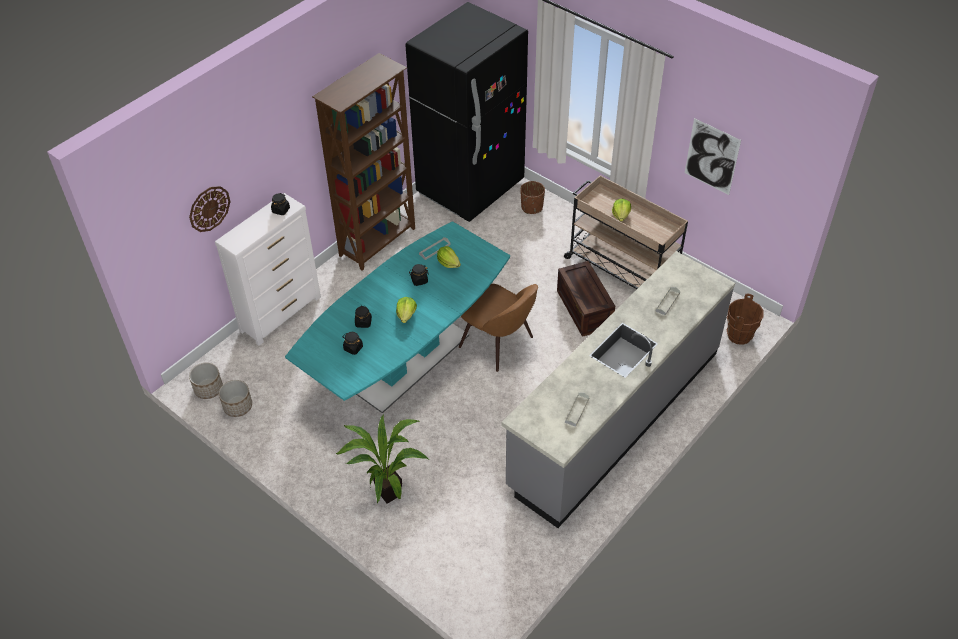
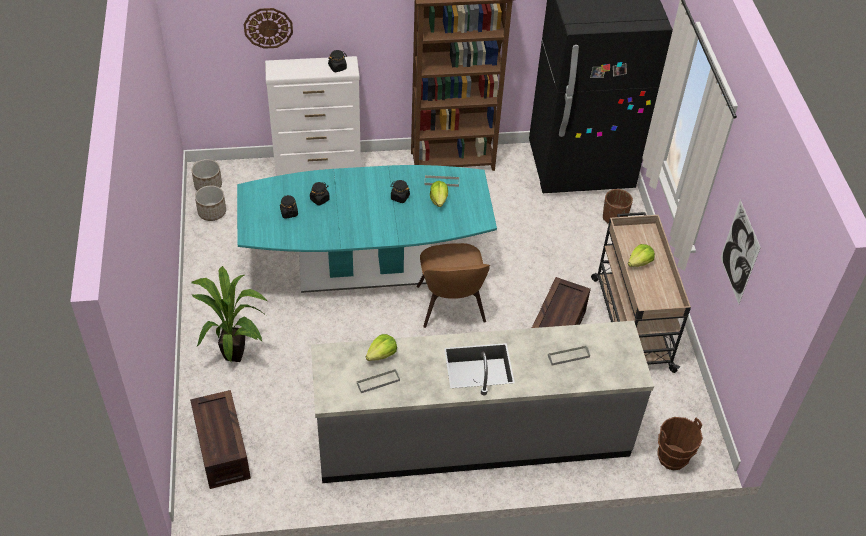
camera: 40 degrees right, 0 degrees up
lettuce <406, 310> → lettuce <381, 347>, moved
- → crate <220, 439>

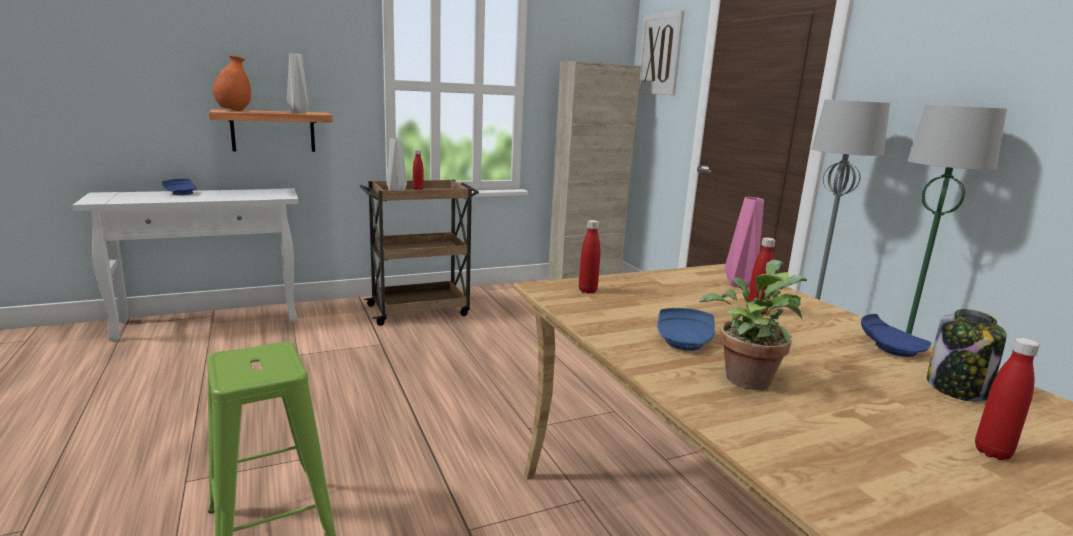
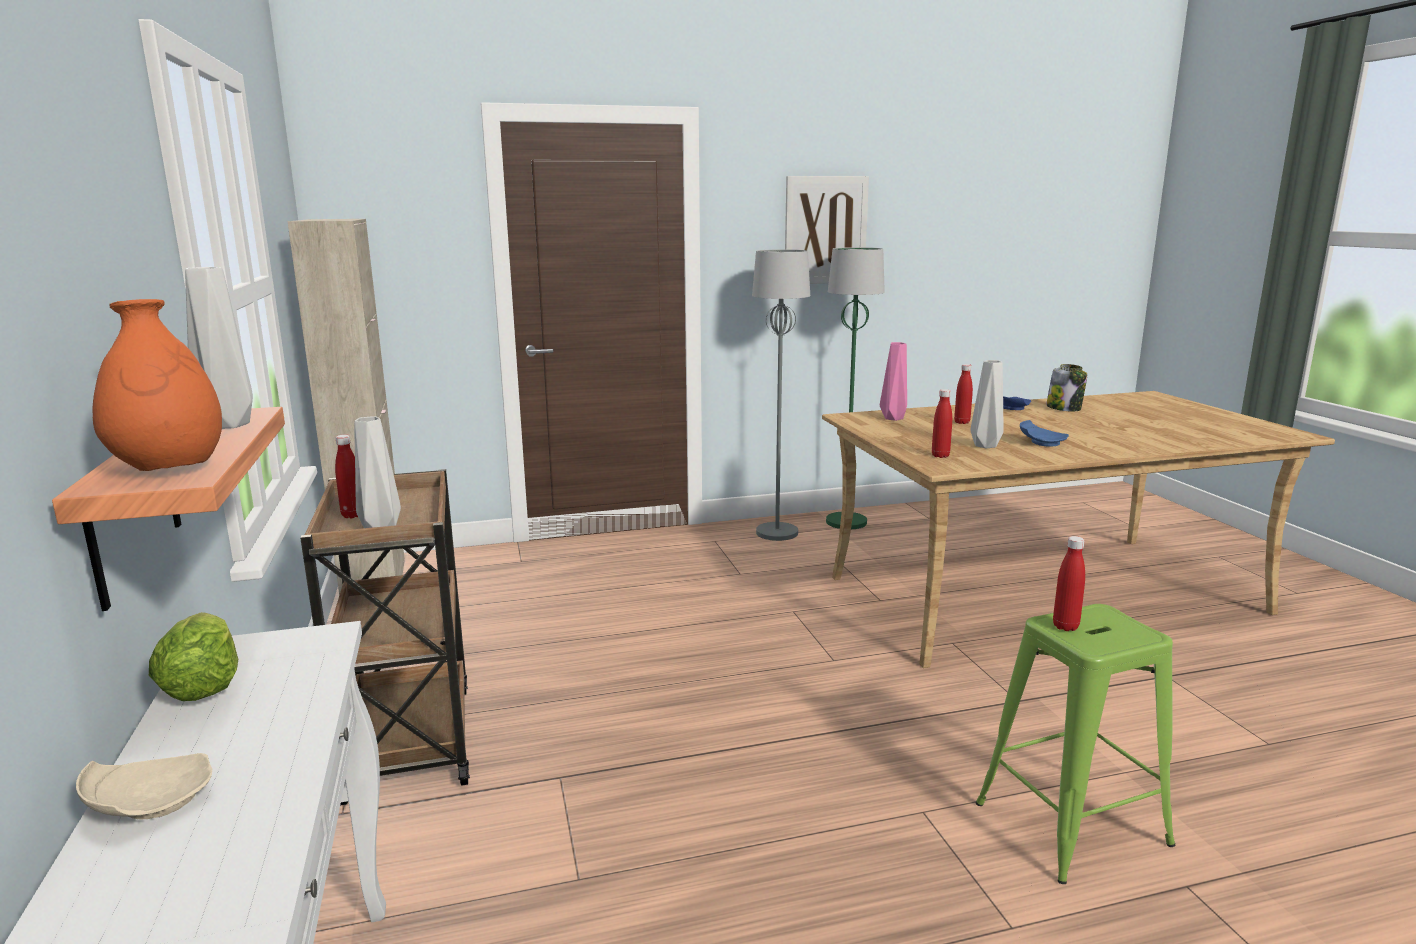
camera: 80 degrees left, 0 degrees up
blue plate <179, 187> → beige plate <144, 786>
picture <661, 52> → picture <827, 230>, moved
potted plant <753, 325> → -
red bottle <1007, 399> → red bottle <1069, 583>, moved
- → lettuce <193, 656>
- → grey vase <987, 404>

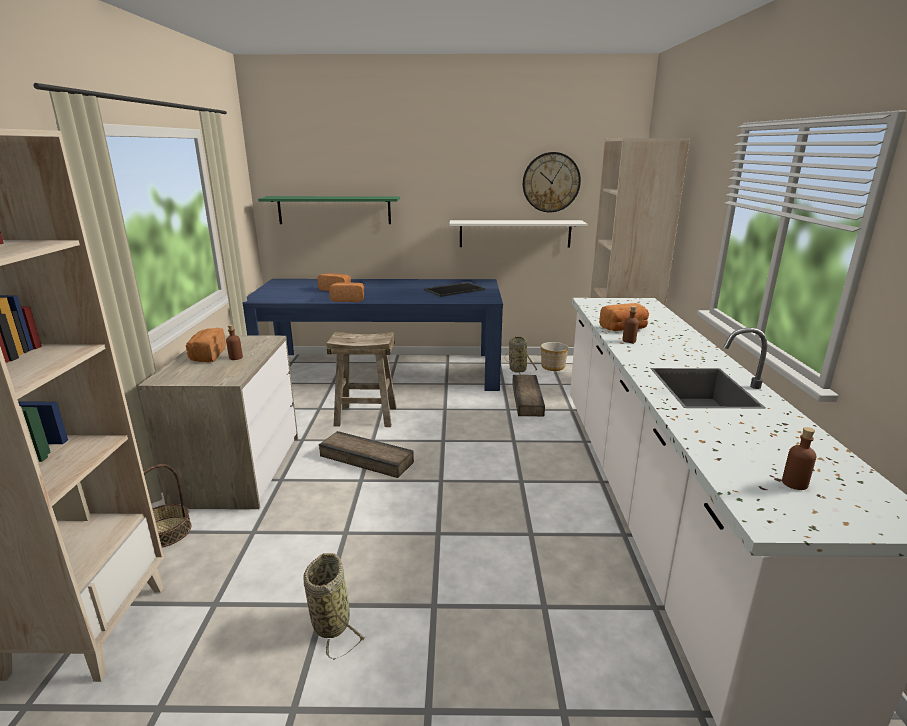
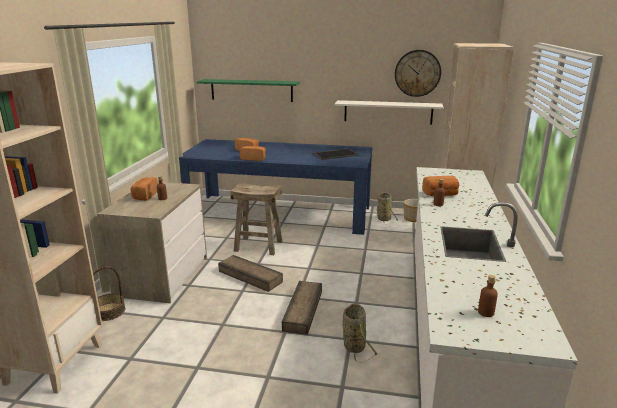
camera: 10 degrees right, 0 degrees up
basket <334, 606> → basket <360, 333>, moved
crate <528, 395> → crate <302, 308>, moved

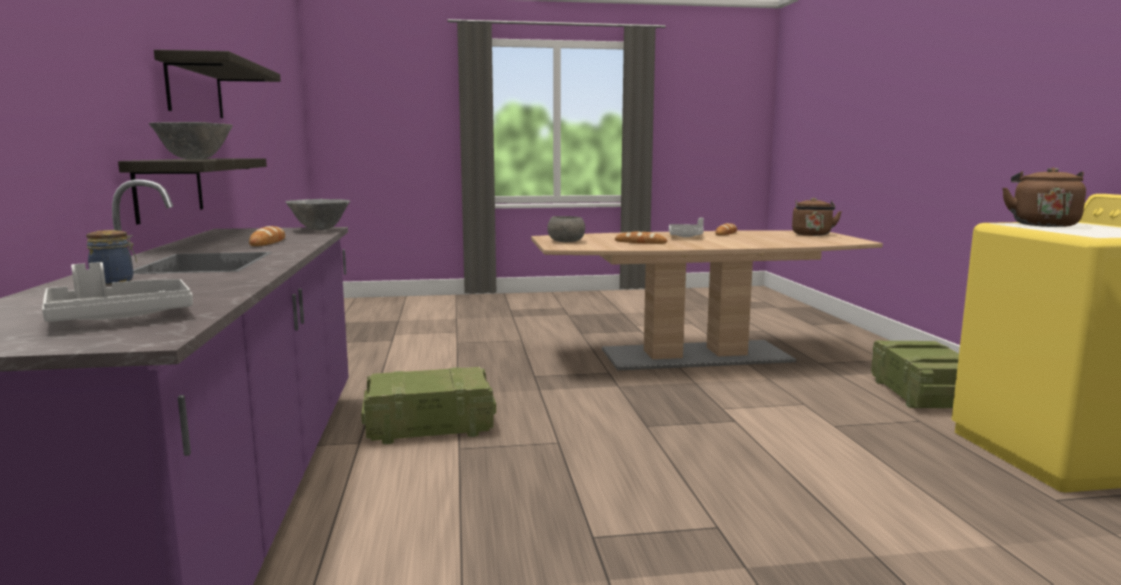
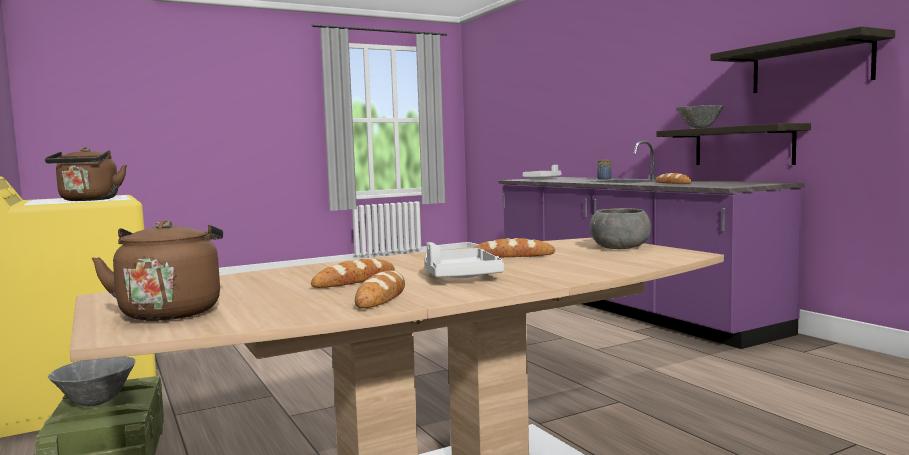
camera: 160 degrees right, 5 degrees down
grey bowl <318, 214> → grey bowl <92, 381>, moved
crate <428, 405> → -
- → bread <353, 273>

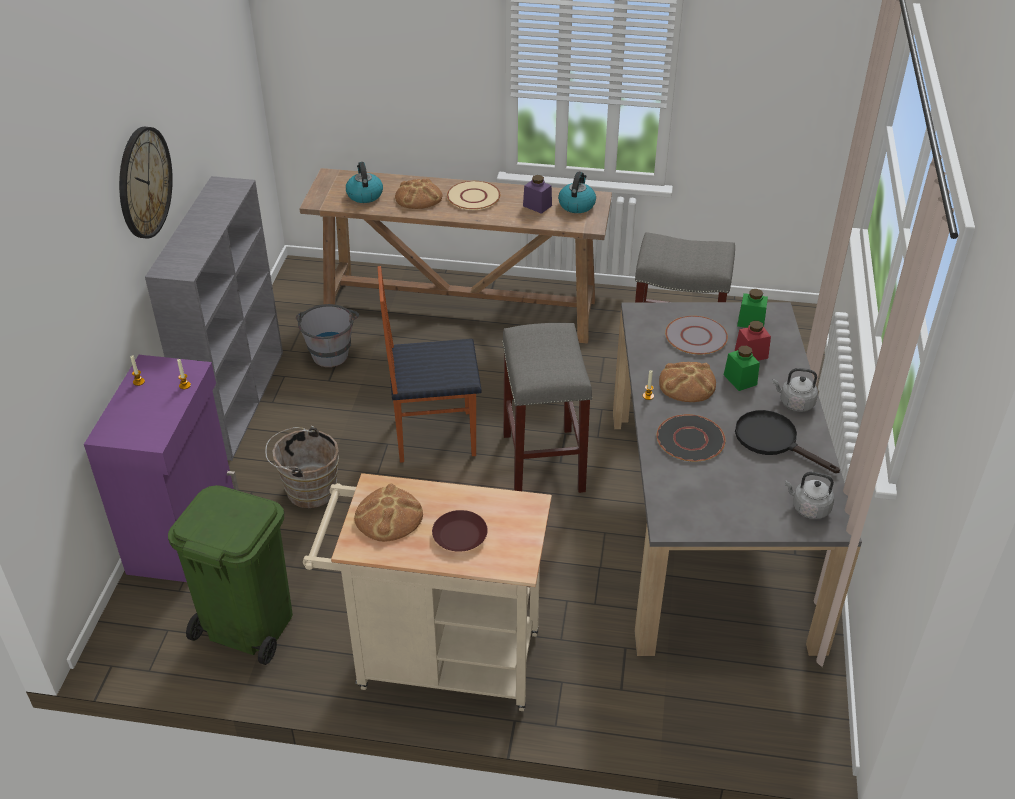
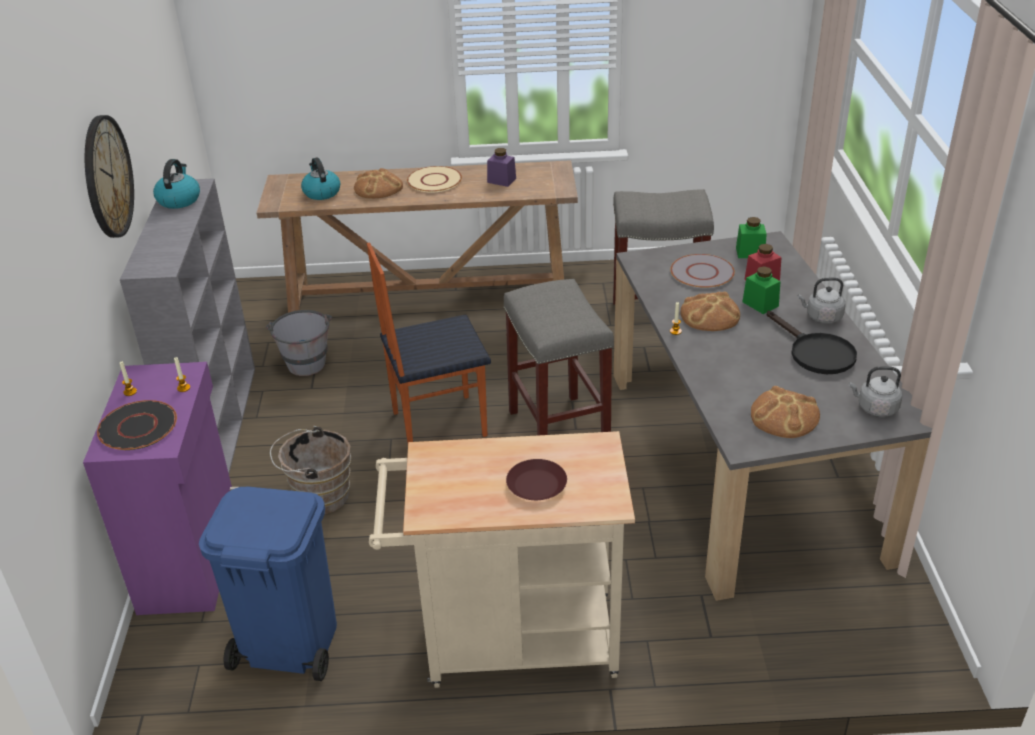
camera: 10 degrees left, 5 degrees down
green trash can <230, 575> → blue trash can <268, 584>
bread <388, 512> → bread <785, 412>, moved
kettle <577, 192> → kettle <176, 184>, moved
black plate <691, 438> → black plate <137, 425>, moved
black frying pan <787, 441> → black frying pan <812, 342>, 150 degrees counterclockwise

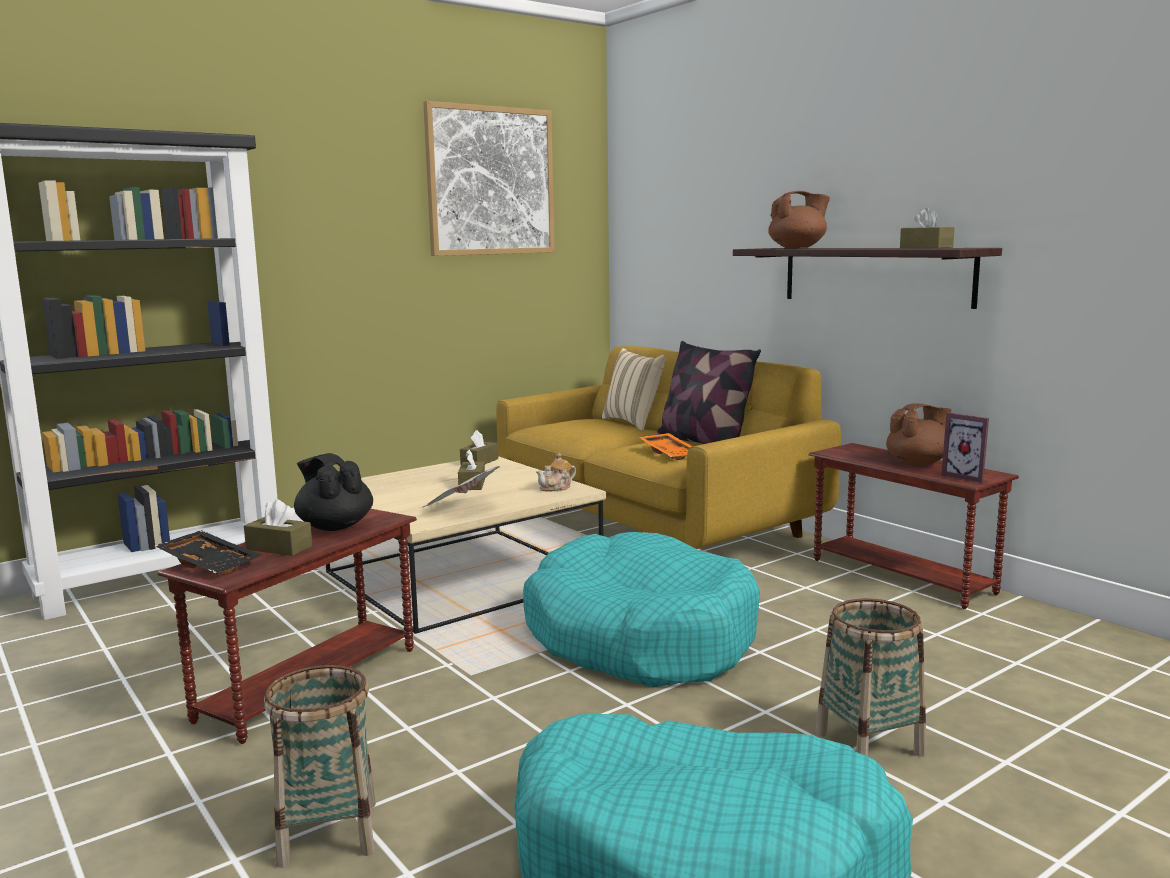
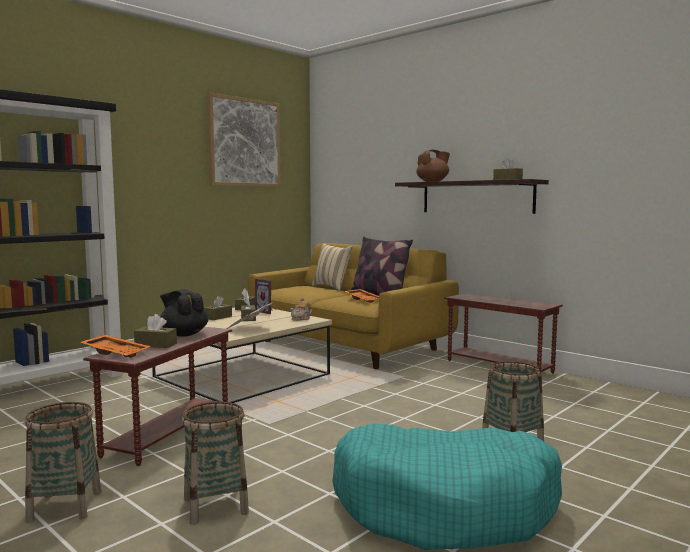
camera: 10 degrees left, 5 degrees down
black tray <208, 552> → orange tray <115, 346>
turquoise dog bed <641, 609> → -
brown teapot <919, 435> → -
picture frame <965, 448> → picture frame <264, 296>, moved
- → basket <63, 462>
- → brown tissue box <218, 308>

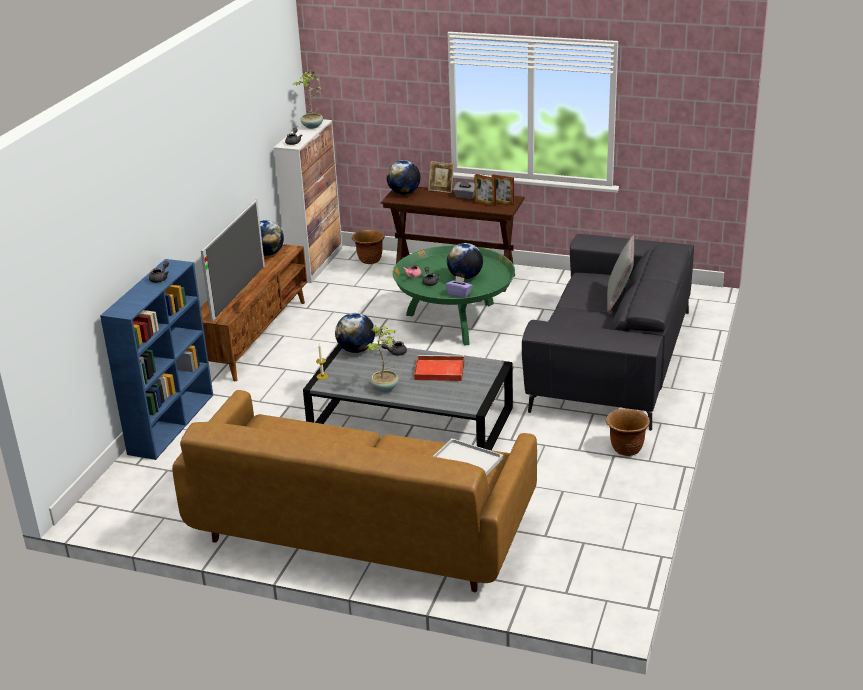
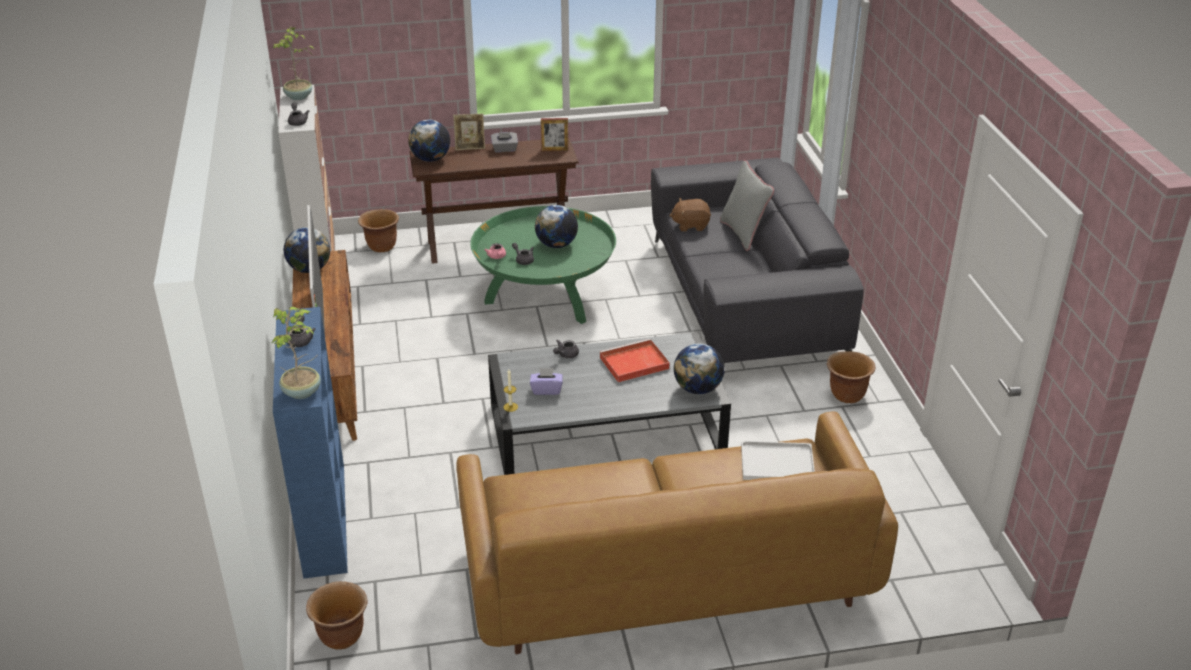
camera: 30 degrees left, 5 degrees up
globe <355, 333> → globe <699, 368>, moved
potted plant <382, 358> → potted plant <296, 353>, moved
purple tissue box <459, 287> → purple tissue box <546, 381>, moved
picture frame <485, 190> → -
- → brown planter <336, 615>
- → brown plush toy <690, 214>

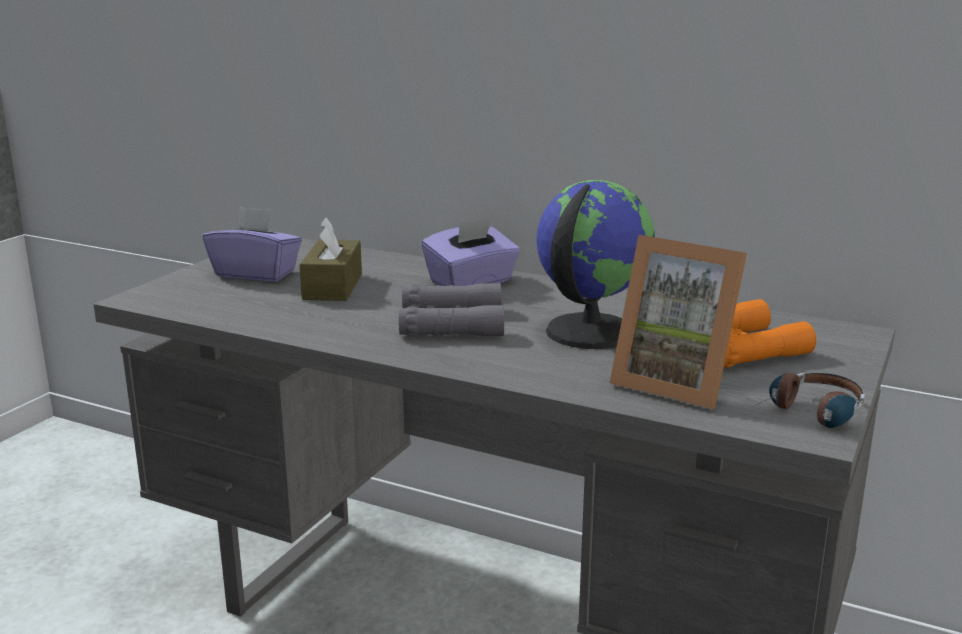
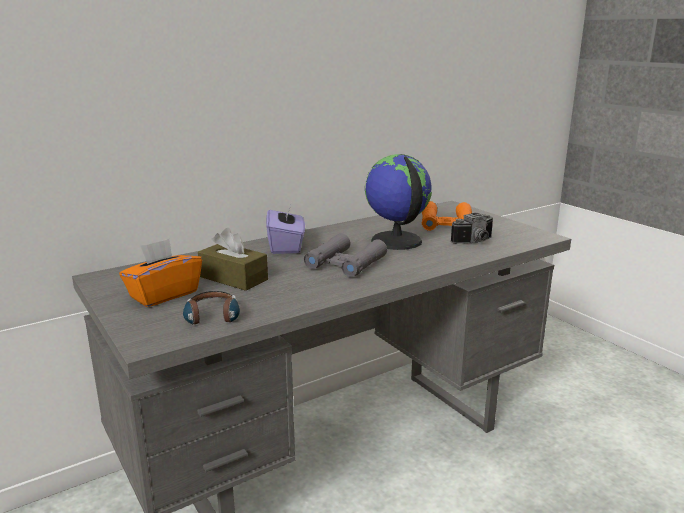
camera: 60 degrees left, 0 degrees up
purple tissue box <252, 244> → orange tissue box <160, 273>
picture frame <678, 322> → photo camera <472, 228>
headphones <808, 400> → headphones <211, 307>, moved

